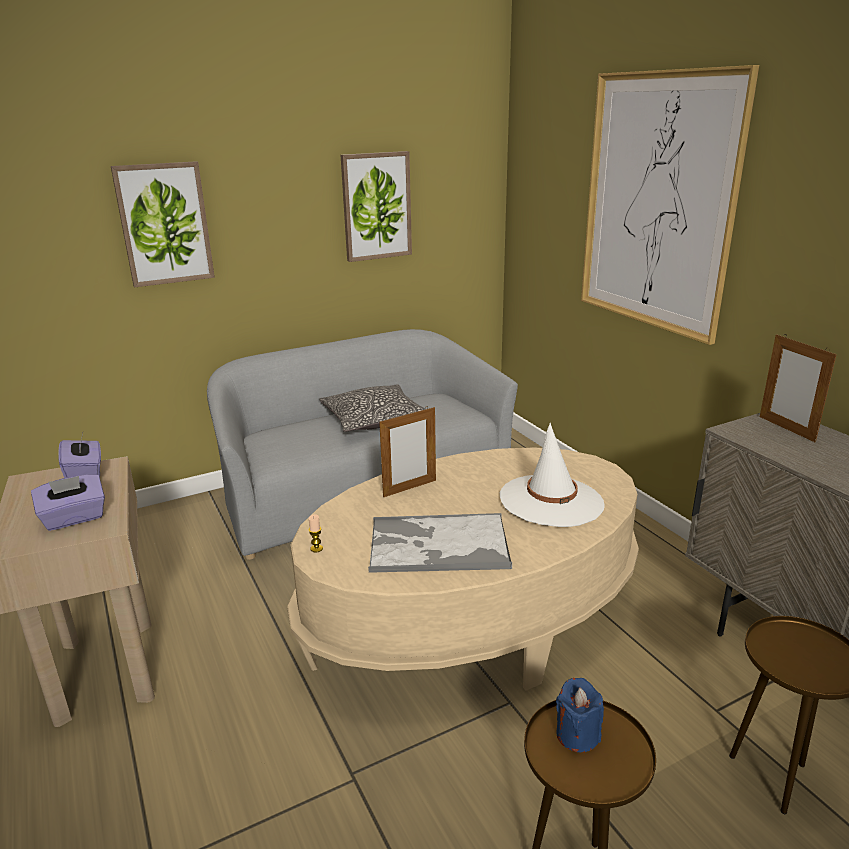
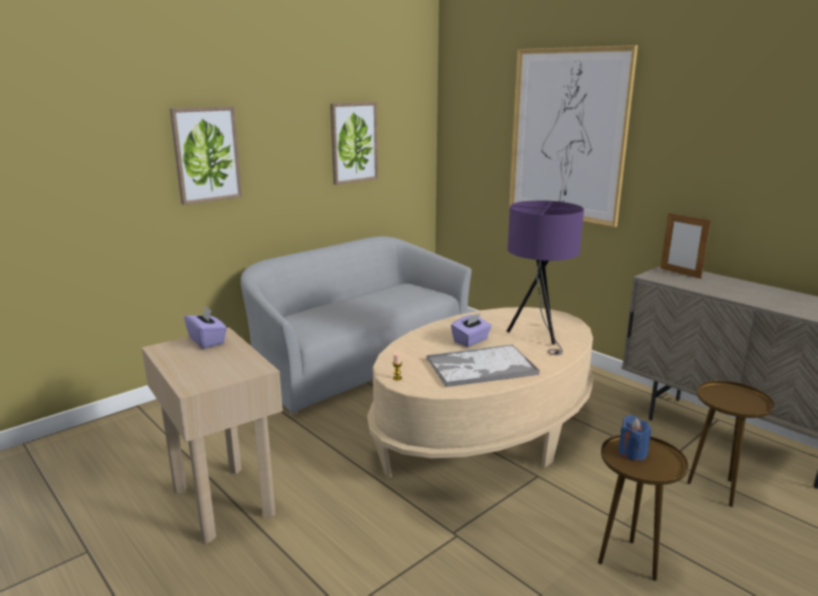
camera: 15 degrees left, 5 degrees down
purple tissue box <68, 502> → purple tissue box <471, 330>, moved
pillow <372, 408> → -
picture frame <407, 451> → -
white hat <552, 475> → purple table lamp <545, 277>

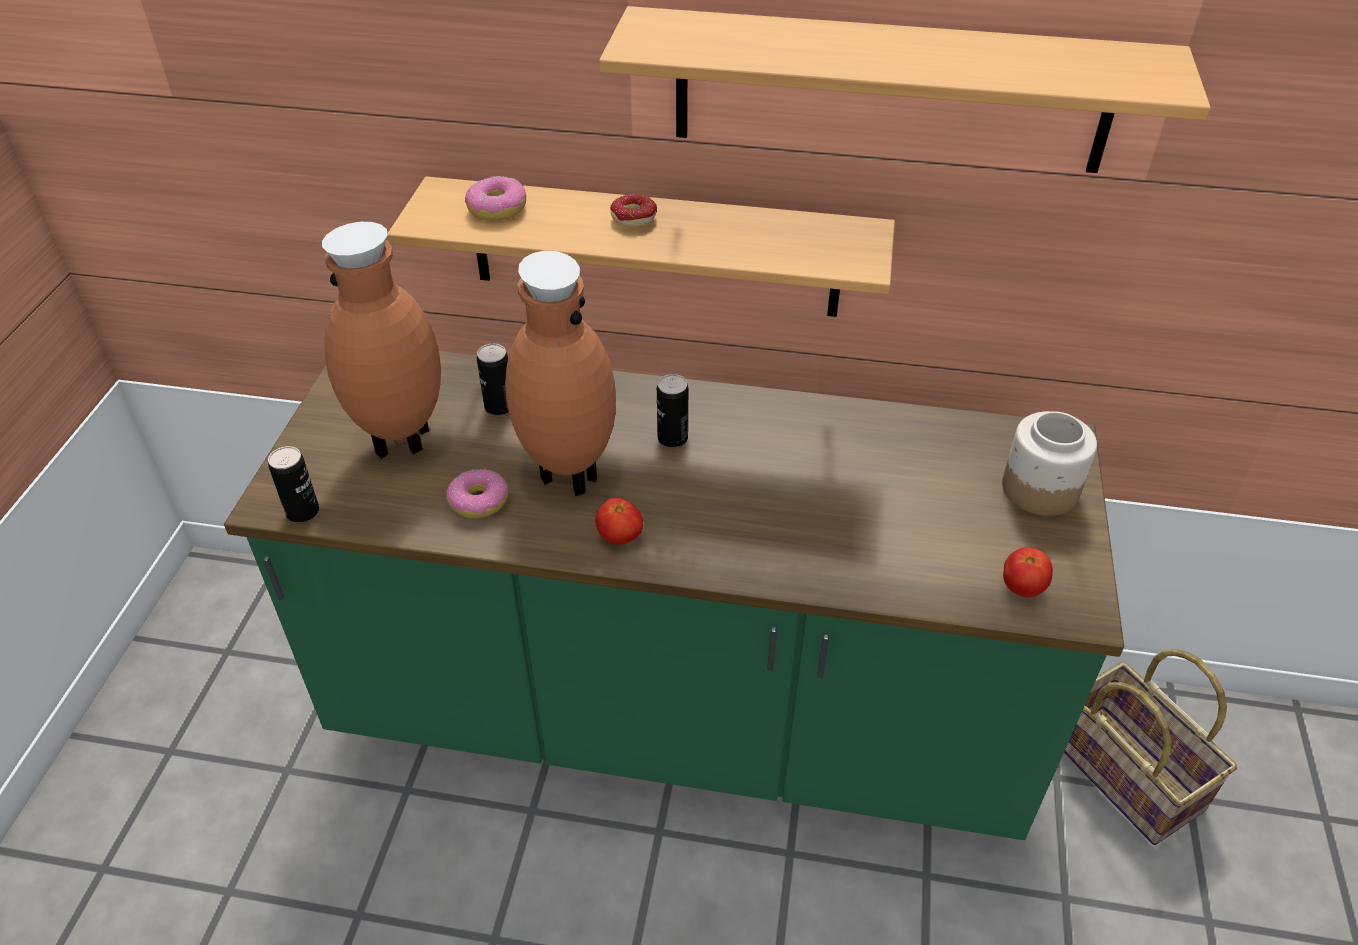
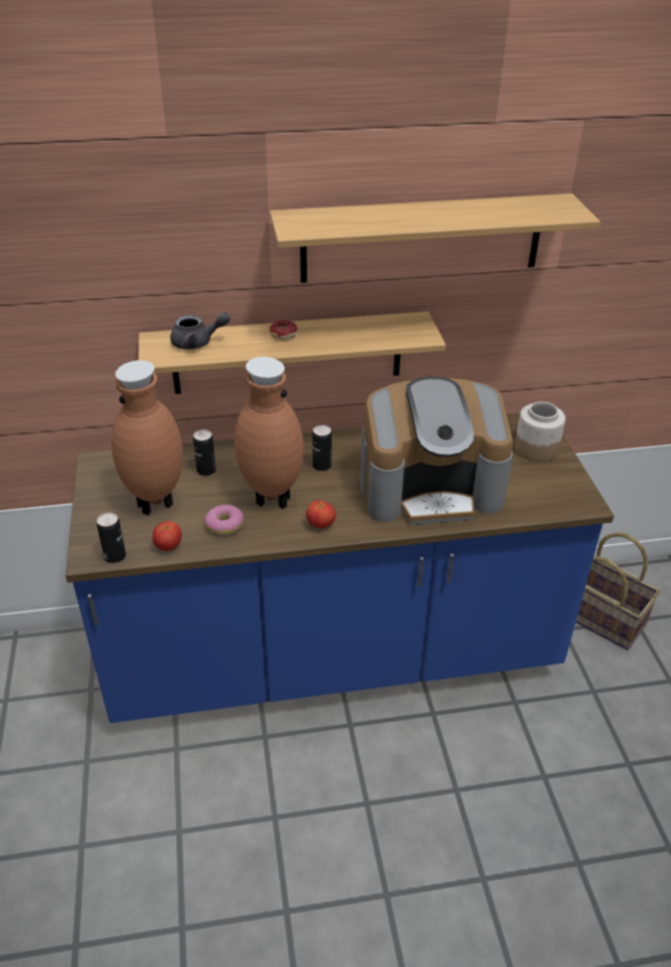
camera: 20 degrees left, 5 degrees down
green counter <674, 595> → blue counter <339, 568>
donut <495, 198> → grey teapot <200, 331>
tomato <1028, 572> → tomato <167, 536>, moved
- → coffee machine <436, 451>

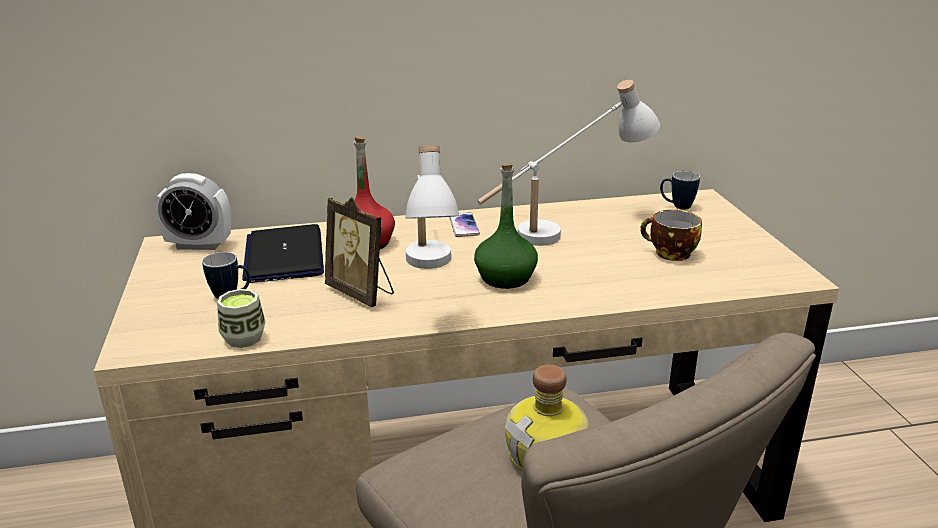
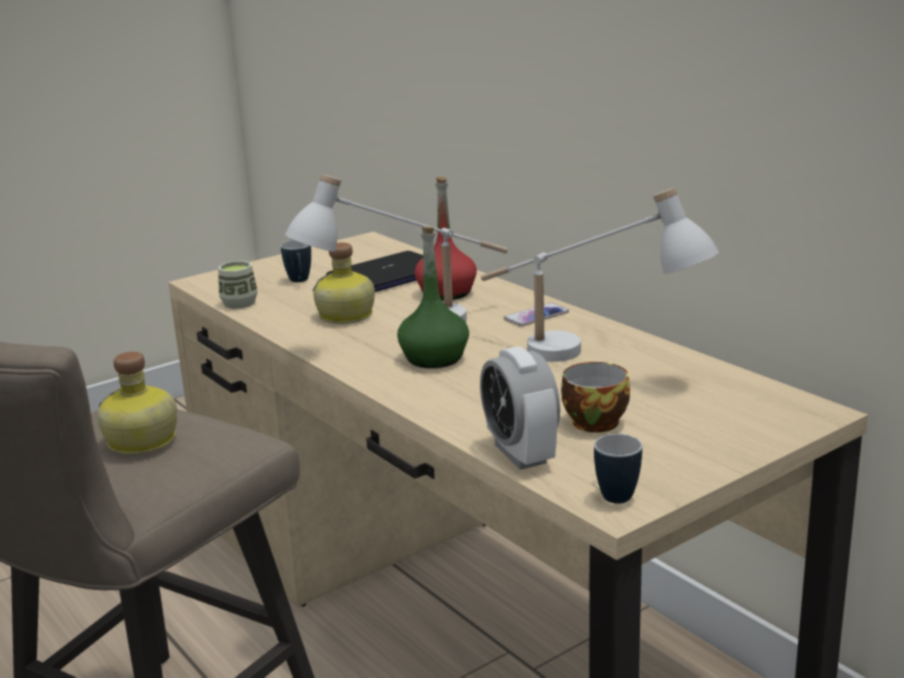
camera: 65 degrees right, 5 degrees down
alarm clock <193, 211> → alarm clock <520, 408>, moved
picture frame <359, 252> → bottle <343, 283>
mug <680, 190> → mug <618, 469>, moved

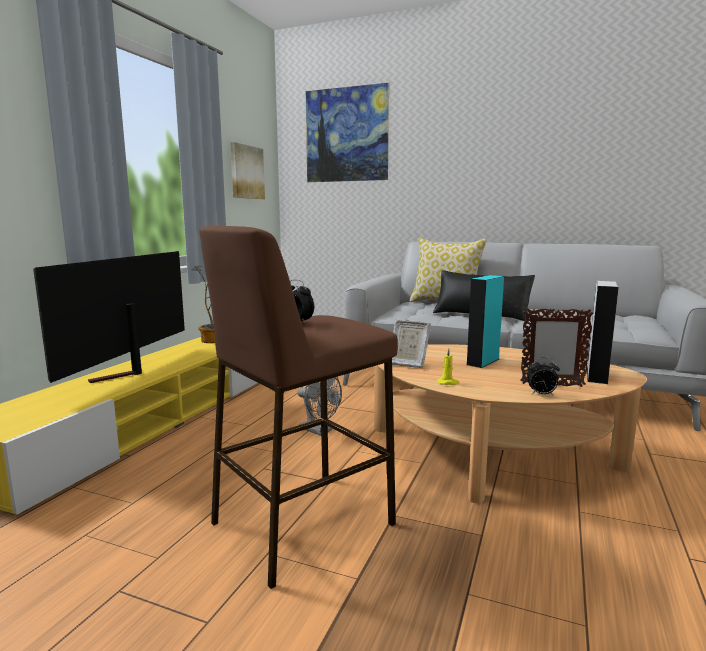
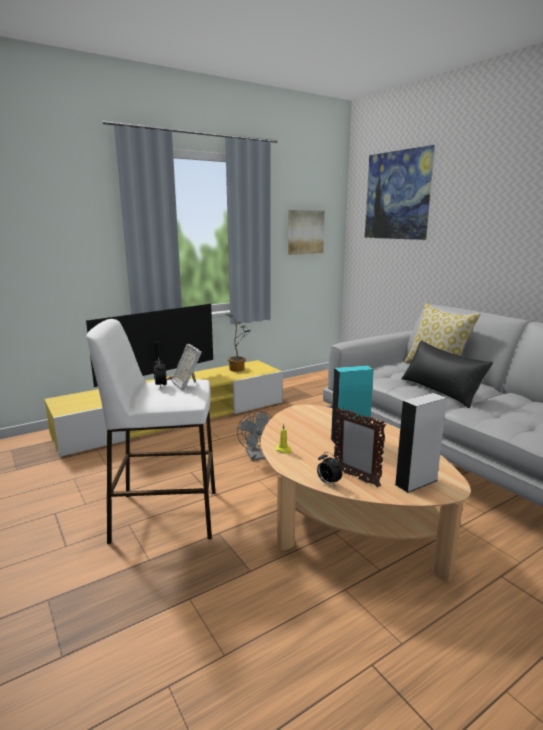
camera: 35 degrees right, 5 degrees up
brown stool <298, 407> → white stool <150, 431>
picture frame <411, 343> → picture frame <186, 367>, moved

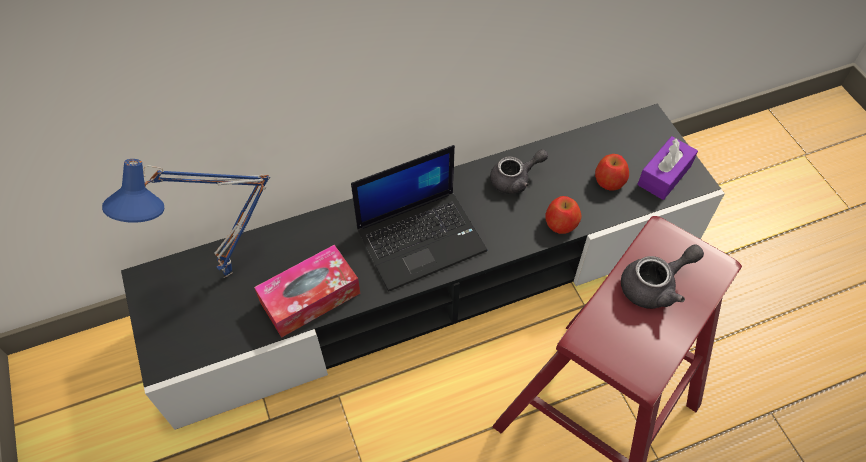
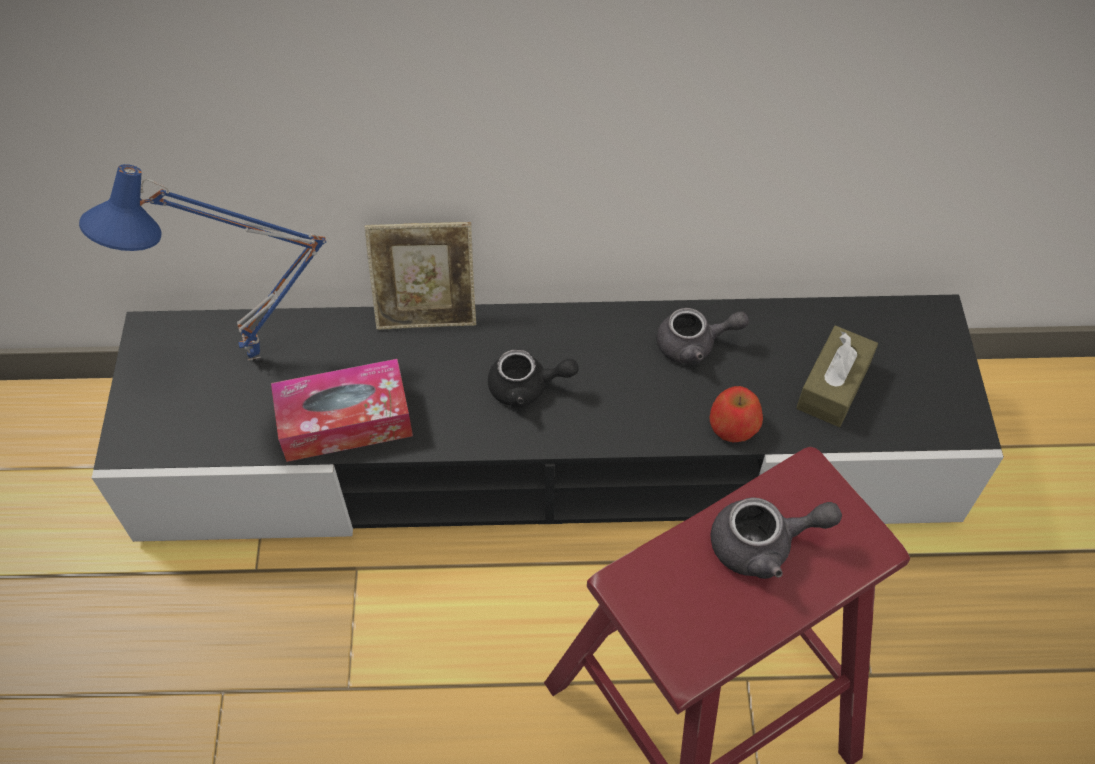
camera: 20 degrees right, 0 degrees up
laptop <419, 218> → black teapot <533, 378>
apple <612, 172> → brown tissue box <837, 376>
purple tissue box <667, 168> → -
- → picture frame <420, 276>

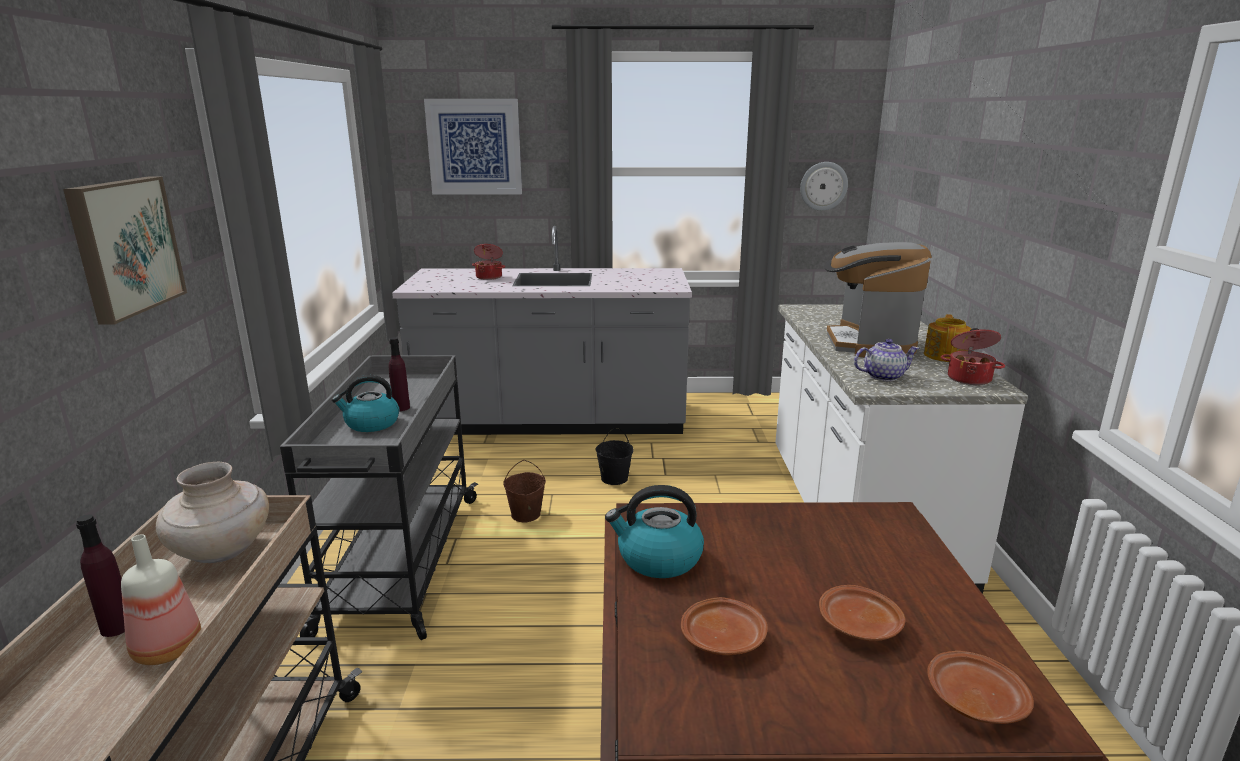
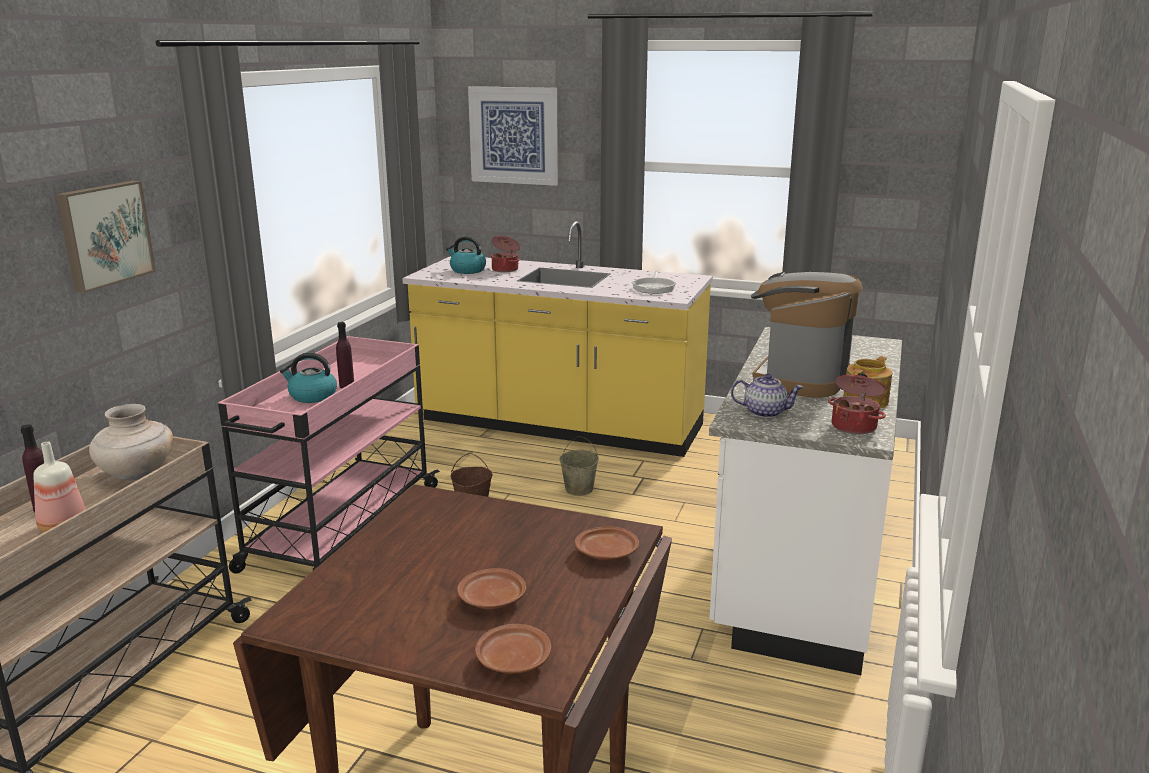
camera: 20 degrees right, 0 degrees up
grey cart <379, 497> → pink cart <329, 455>
grey counter <542, 330> → yellow counter <557, 339>
black bucket <614, 456> → beige bucket <579, 466>
kettle <654, 531> → kettle <466, 255>, moved
brown plate <724, 626> → brown plate <607, 543>, moved
wall clock <824, 186> → -
- → frying pan <654, 282>

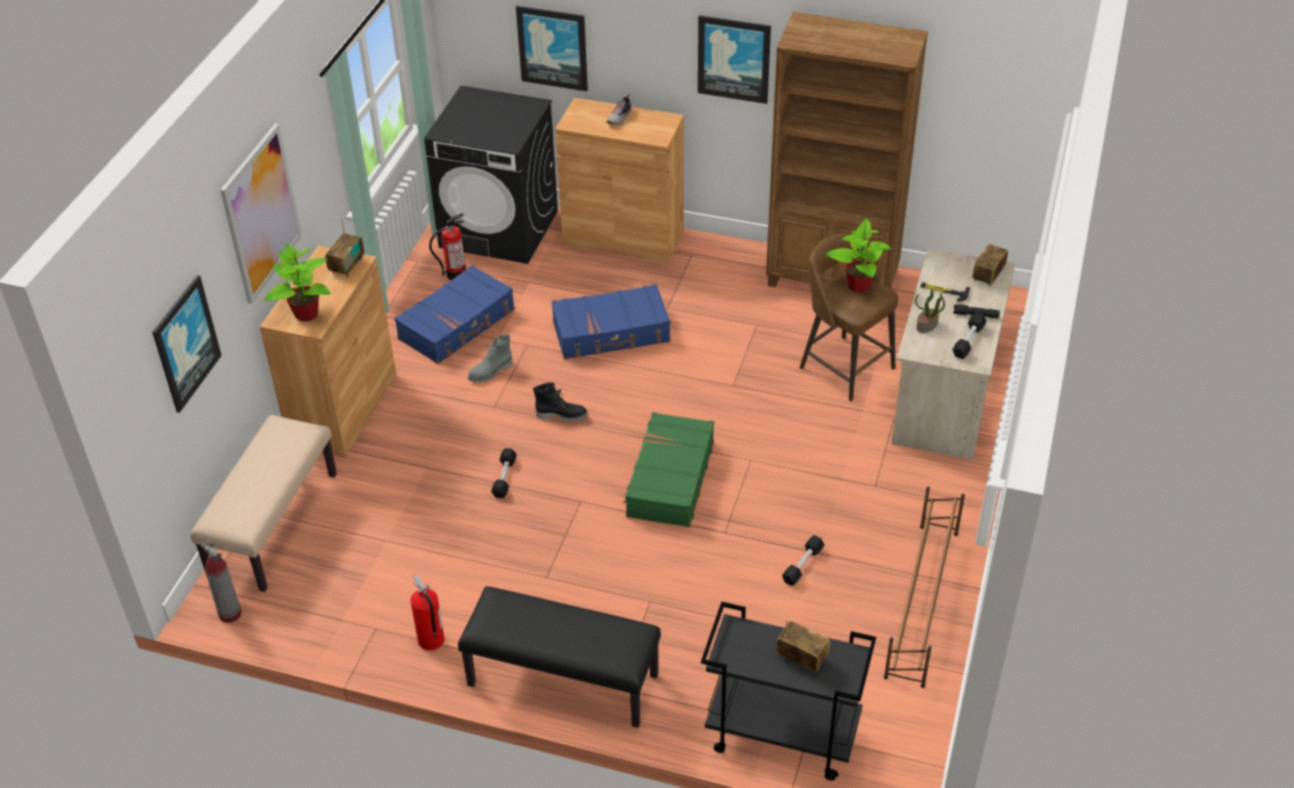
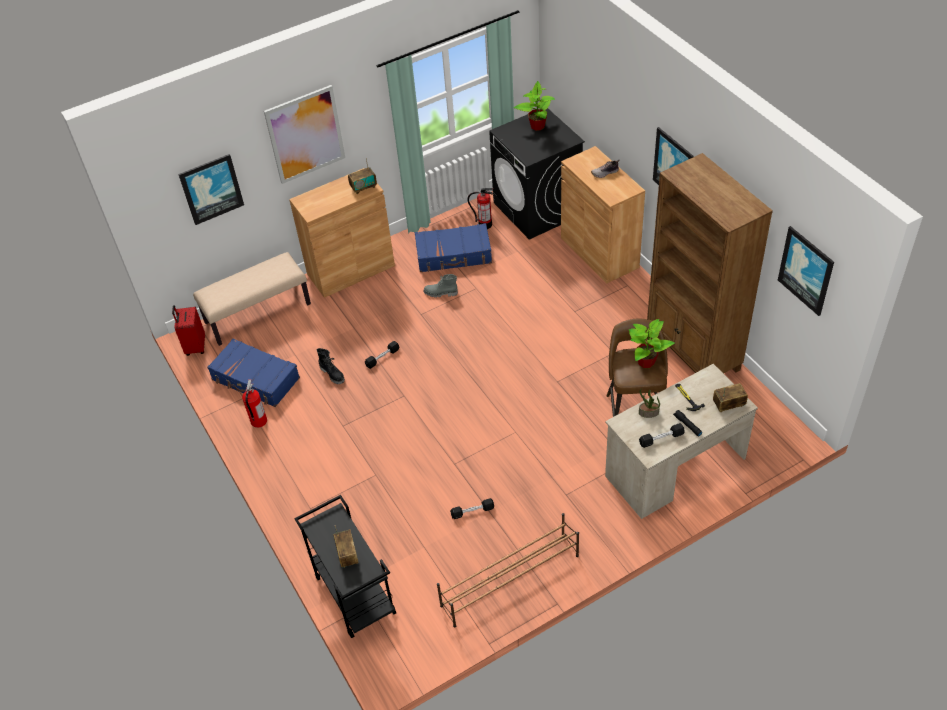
camera: 45 degrees right, 5 degrees up
fire extinguisher <221, 581> → red suitcase <188, 330>
potted plant <297, 282> → potted plant <534, 106>, moved
black bench <559, 657> → -
picture <552, 48> → picture <806, 271>, moved
black boot <560, 402> → black boot <331, 366>, moved
blue suitcase <611, 321> → blue suitcase <253, 373>, moved
green suitcase <668, 469> → -

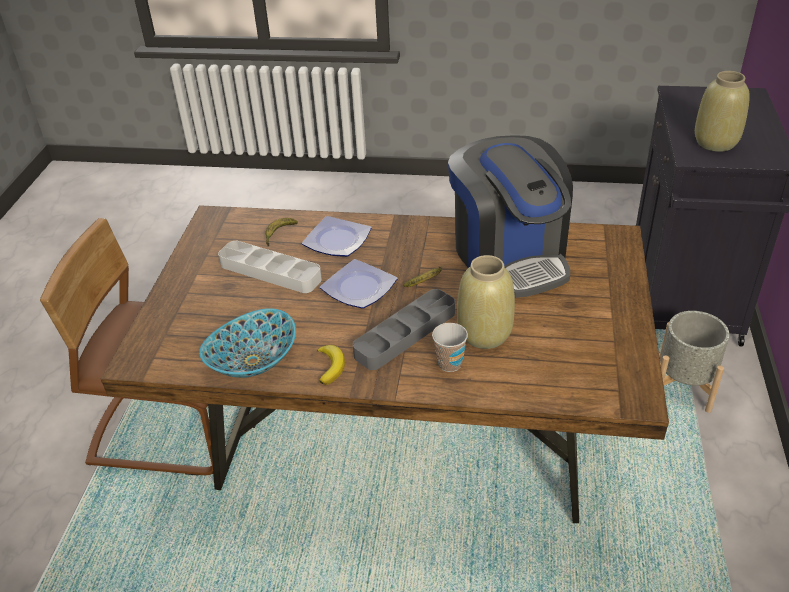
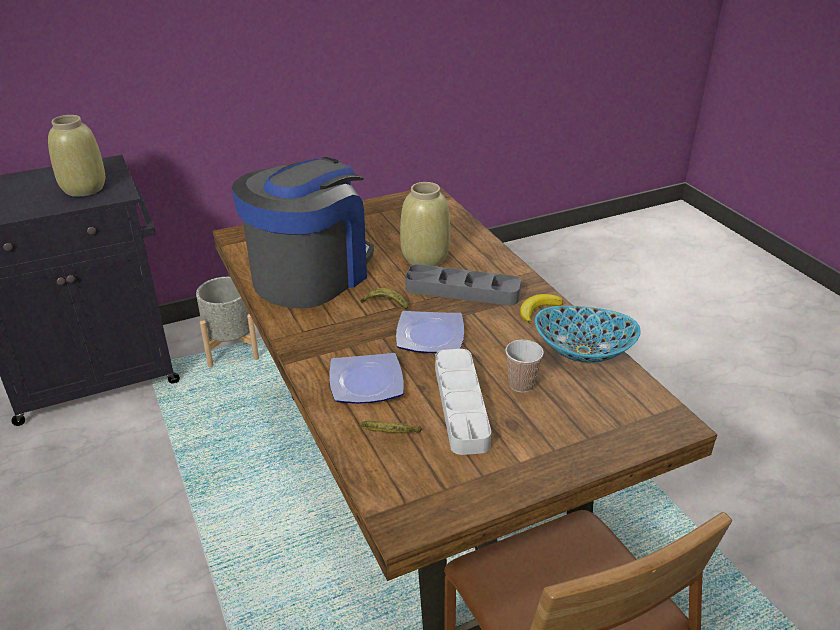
camera: 125 degrees left, 5 degrees down
cup <450, 347> → cup <524, 366>, moved

